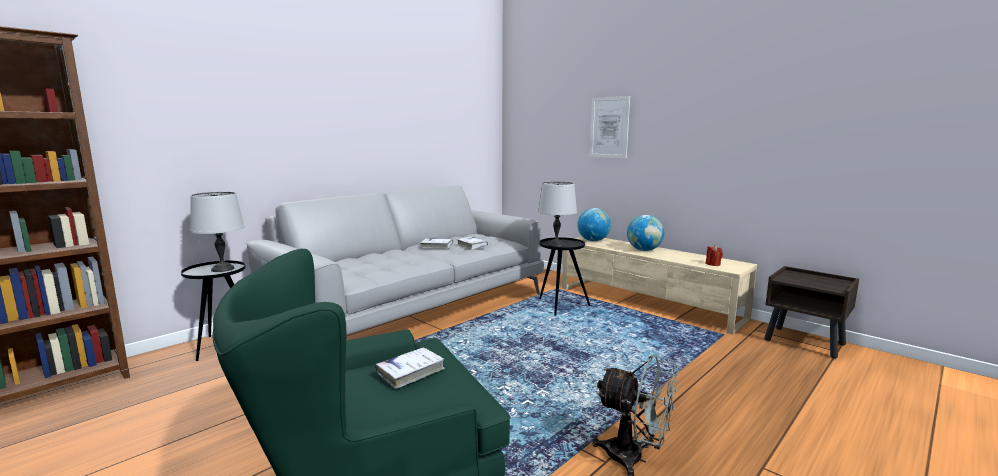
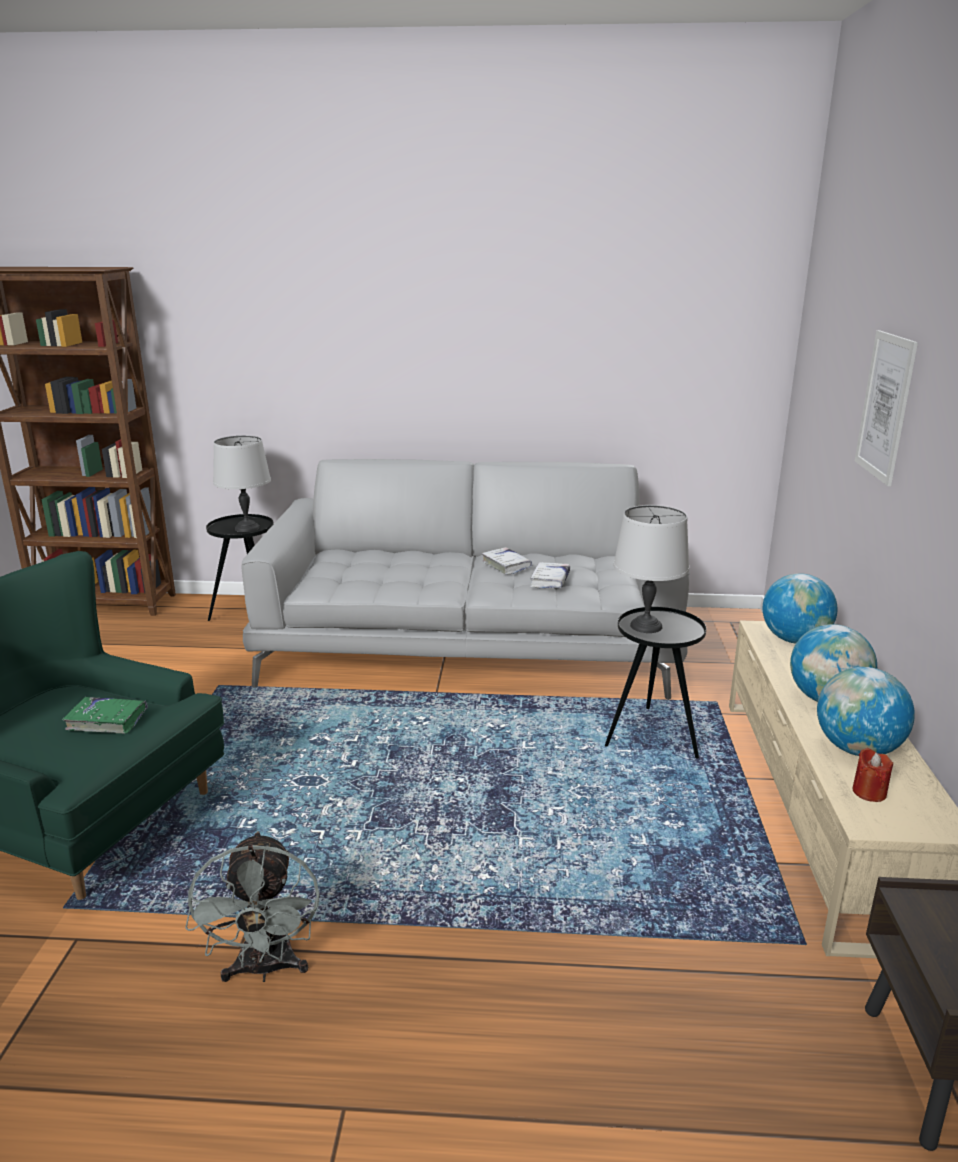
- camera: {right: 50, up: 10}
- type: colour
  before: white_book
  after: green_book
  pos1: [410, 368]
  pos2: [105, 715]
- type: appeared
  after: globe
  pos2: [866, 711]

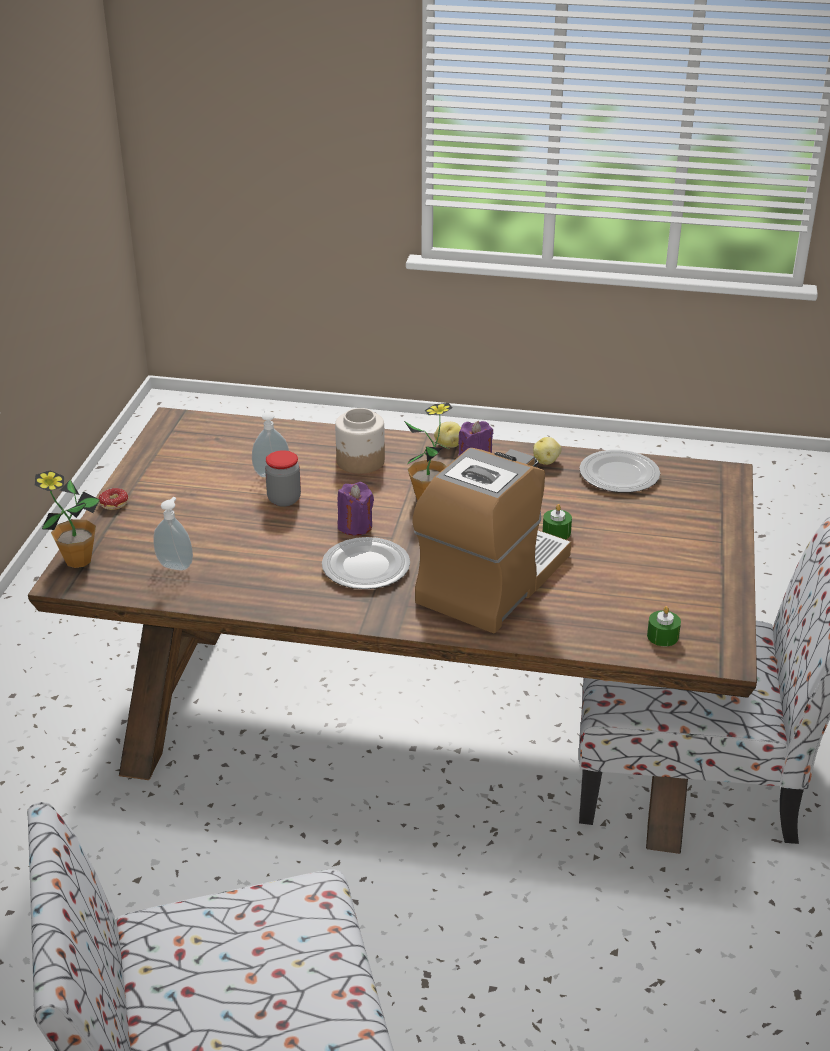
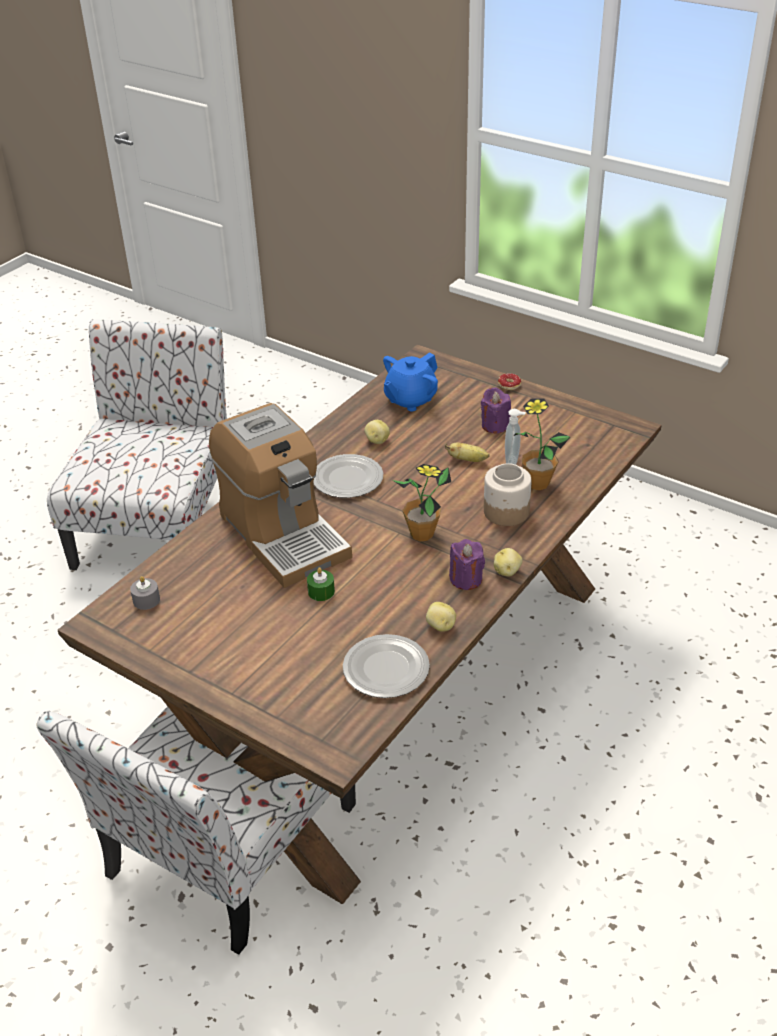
- camera: {right: 115, up: 5}
- type: relocated
  before: potted_plant
  pos1: [67, 519]
  pos2: [541, 444]
- type: exchanged
  before: soap_dispenser
  after: blue_teapot
  pos1: [173, 533]
  pos2: [410, 381]
- type: exchanged
  before: jar
  after: banana
  pos1: [283, 478]
  pos2: [467, 452]
- type: relocated
  before: purple_candle
  pos1: [355, 509]
  pos2: [496, 410]
- type: colour
  before: green_candle
  after: grey_candle
  pos1: [664, 626]
  pos2: [145, 593]
- type: appeared
  after: potato
  pos2: [377, 432]

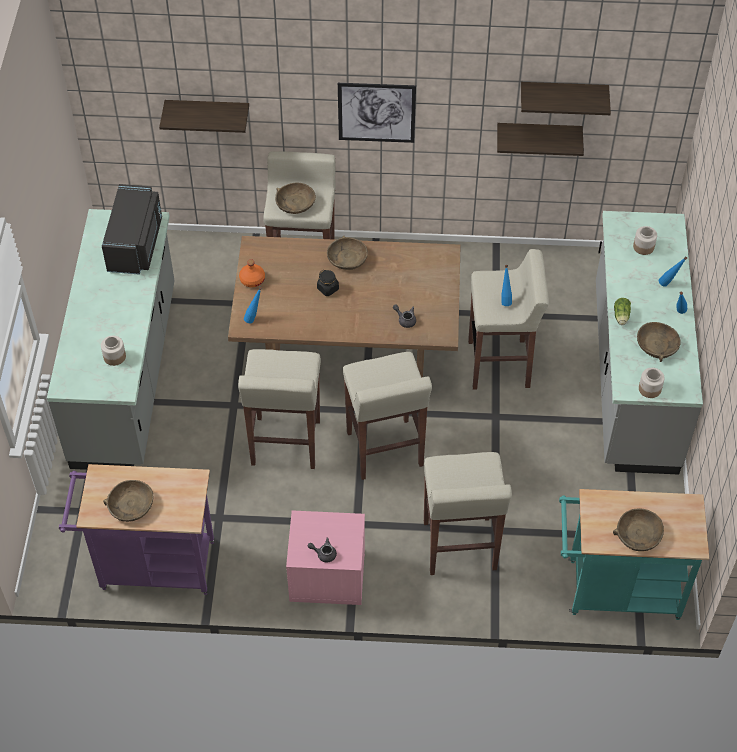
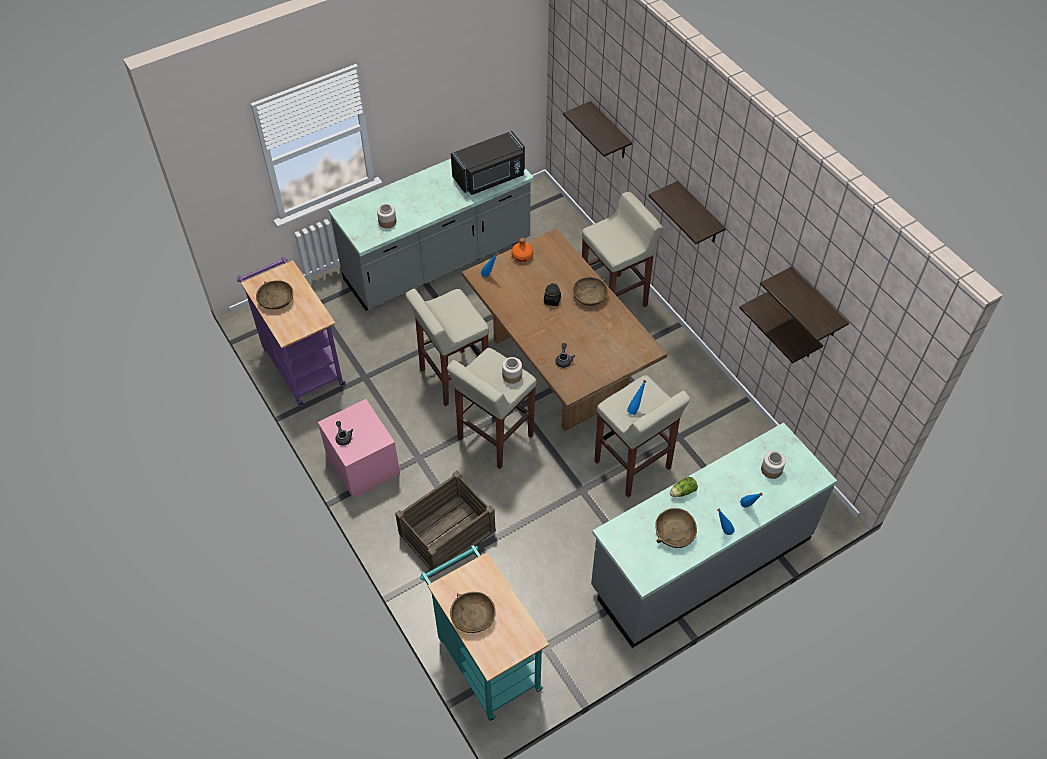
- camera: {right: 55, up: 0}
- type: missing
  before: brown_bowl
  pos1: [295, 198]
- type: exchanged
  before: picture
  after: shelf
  pos1: [377, 113]
  pos2: [687, 212]
- type: exchanged
  before: beige_stool
  after: crate
  pos1: [468, 513]
  pos2: [445, 522]
- type: relocated
  before: jar
  pos1: [652, 383]
  pos2: [512, 370]

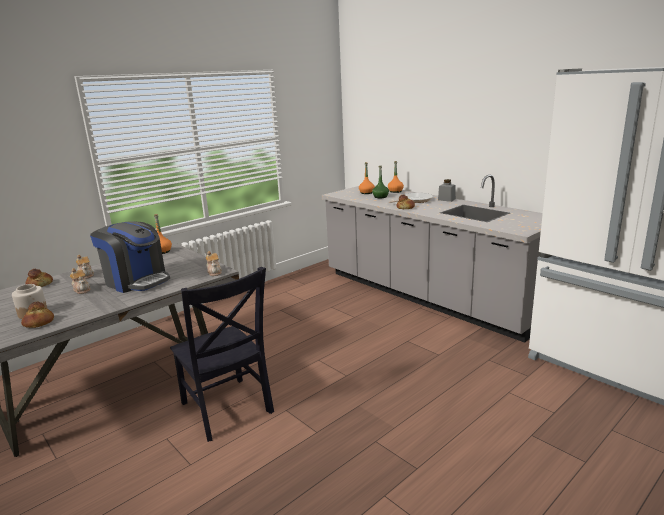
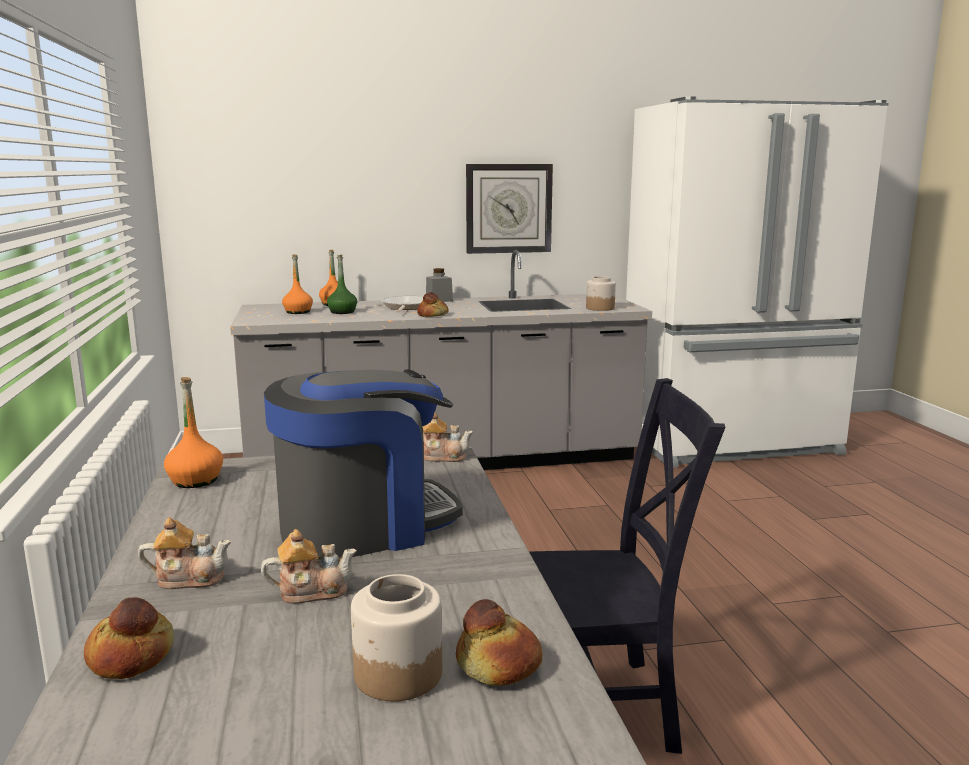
- camera: {right: -60, up: -5}
- type: appeared
  after: wall_clock
  pos2: [509, 209]
- type: appeared
  after: jar
  pos2: [601, 293]

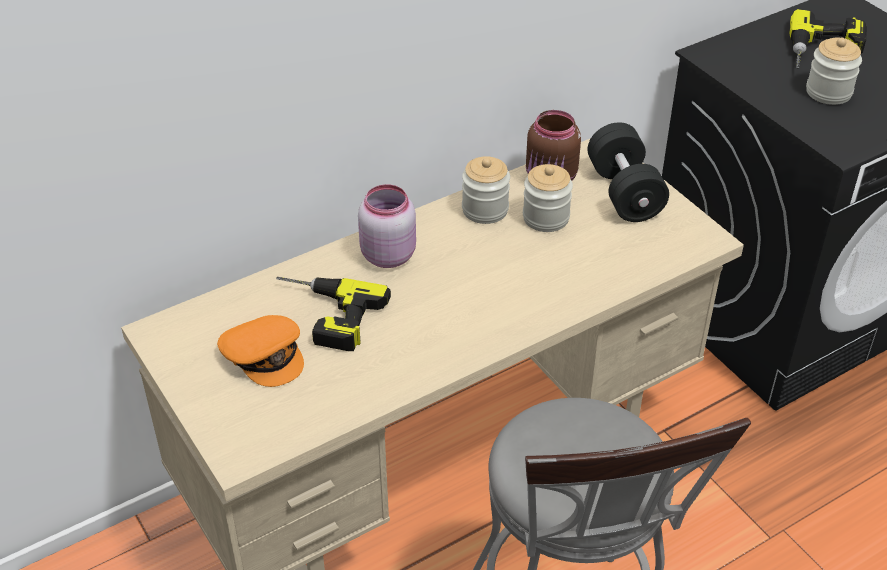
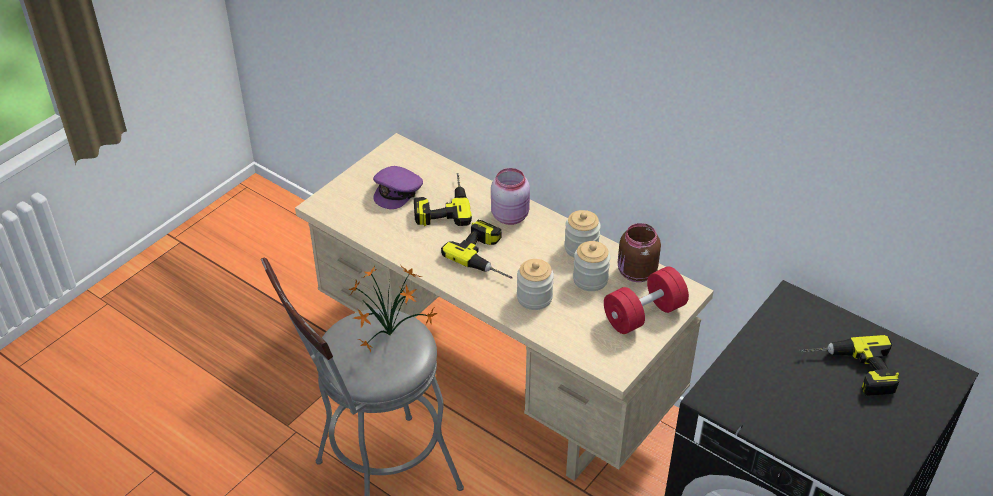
- camera: {right: 70, up: 0}
- type: colour
  before: orange_cap
  after: purple_cap
  pos1: [260, 351]
  pos2: [398, 187]
- type: colour
  before: black_dumbbell
  after: red_dumbbell
  pos1: [628, 172]
  pos2: [646, 300]
- type: relocated
  before: jar
  pos1: [834, 71]
  pos2: [535, 284]
- type: appeared
  after: potted_plant
  pos2: [393, 308]
- type: appeared
  after: power_drill
  pos2: [476, 249]

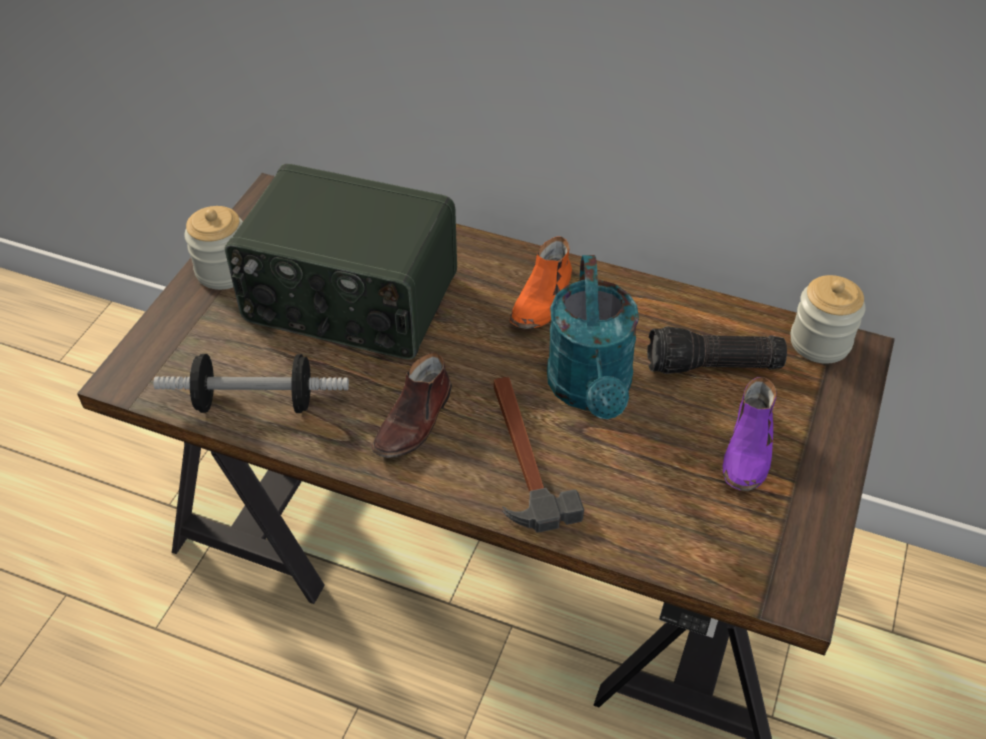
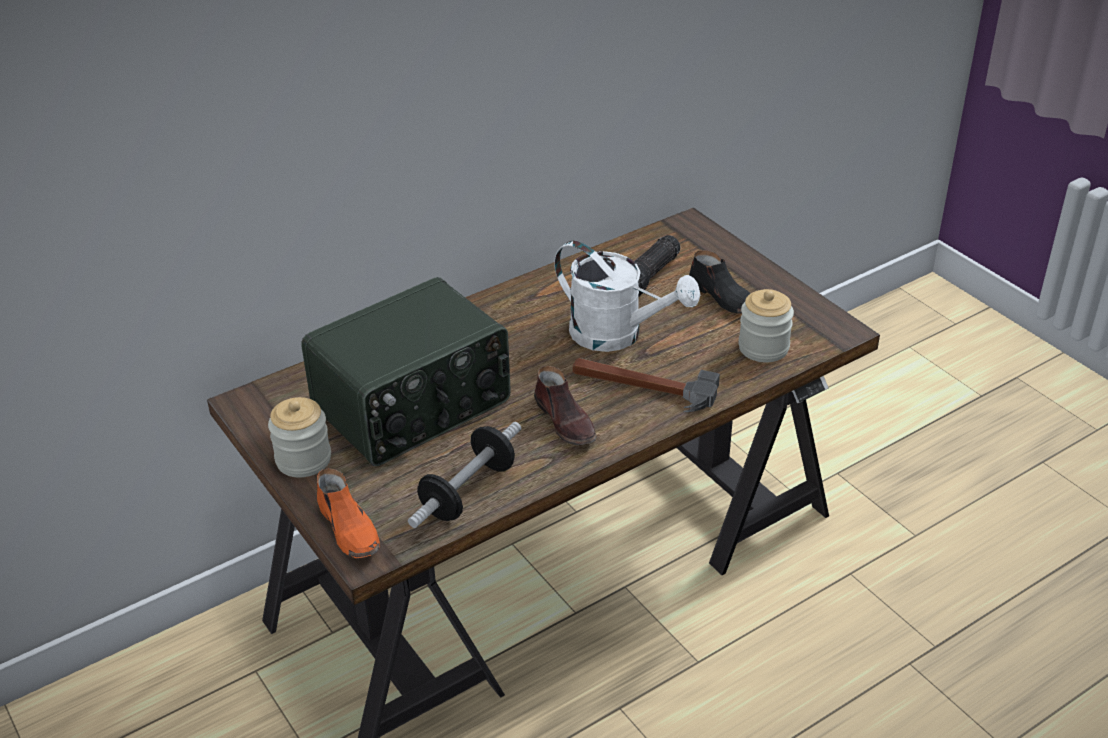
- camera: {right: -55, up: -10}
- type: relocated
  before: orange_shoe
  pos1: [540, 283]
  pos2: [348, 513]
- type: colour
  before: turquoise_watering_can
  after: white_watering_can
  pos1: [593, 337]
  pos2: [627, 296]
- type: colour
  before: purple_shoe
  after: black_shoe
  pos1: [750, 434]
  pos2: [720, 281]
- type: relocated
  before: jar
  pos1: [828, 319]
  pos2: [766, 325]

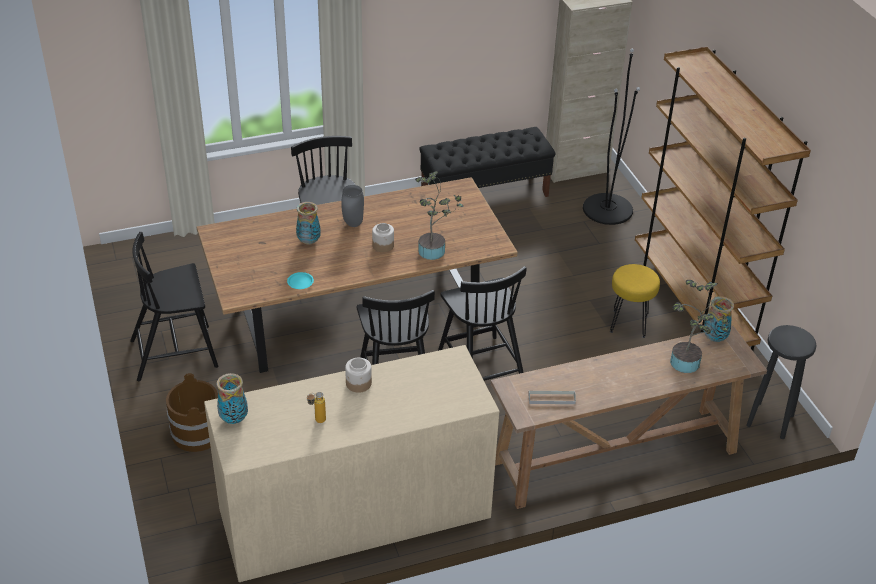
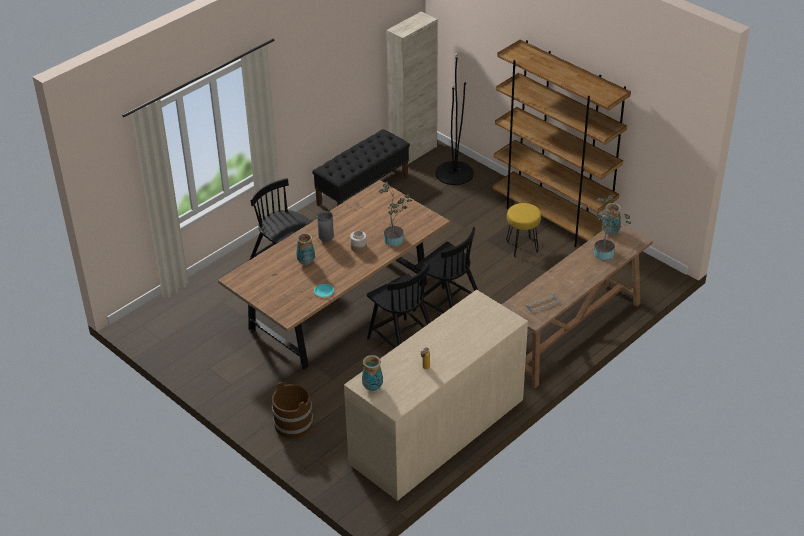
- camera: {right: -25, up: 0}
- type: missing
  before: black_chair
  pos1: [174, 306]
- type: missing
  before: jar
  pos1: [358, 375]
- type: missing
  before: black_stool
  pos1: [781, 382]

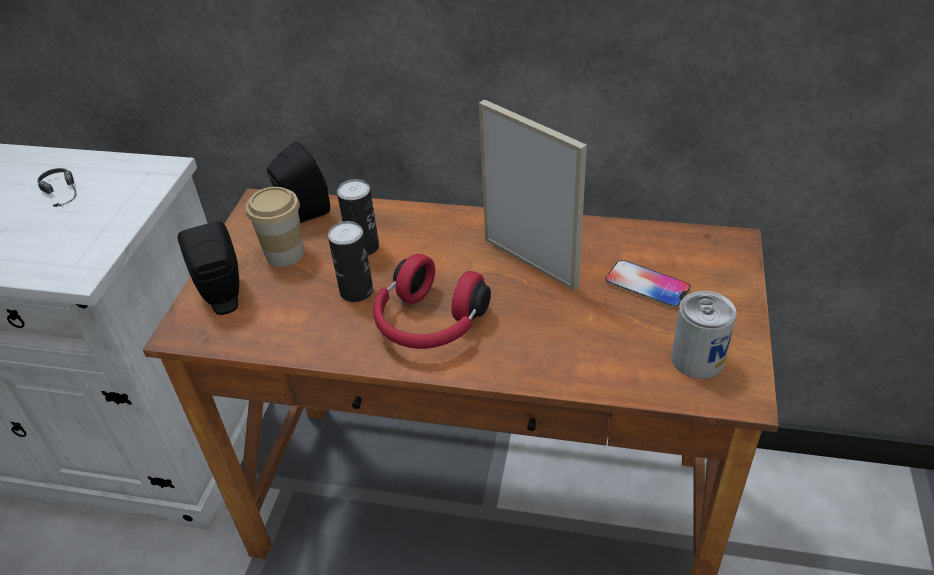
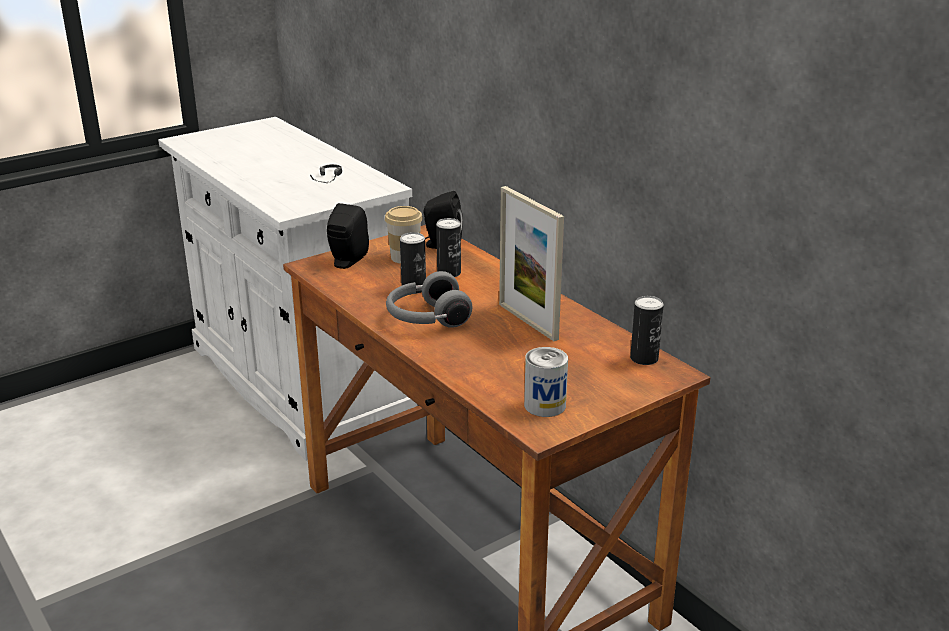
- camera: {right: 40, up: -15}
- type: colour
  before: red_headphones
  after: grey_headphones
  pos1: [432, 301]
  pos2: [429, 299]
- type: spun
  before: picture_frame
  pos1: [533, 195]
  pos2: [531, 263]
  turn: 150
- type: missing
  before: phone
  pos1: [647, 284]
- type: appeared
  after: can
  pos2: [647, 330]

